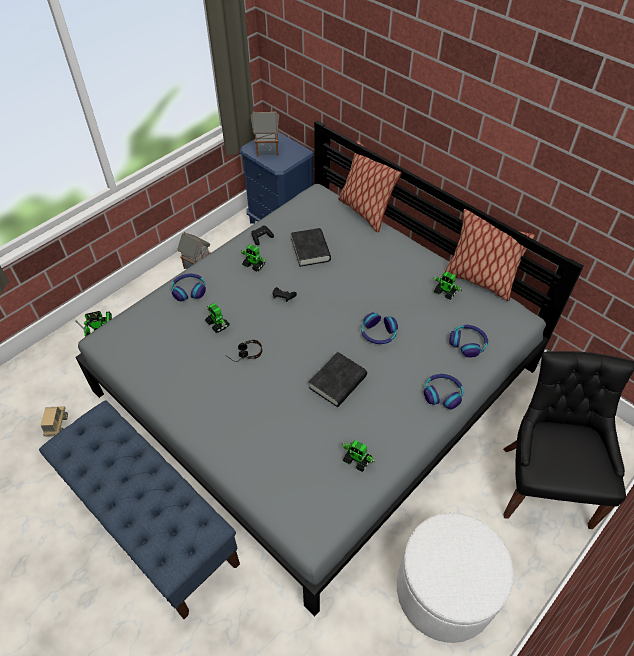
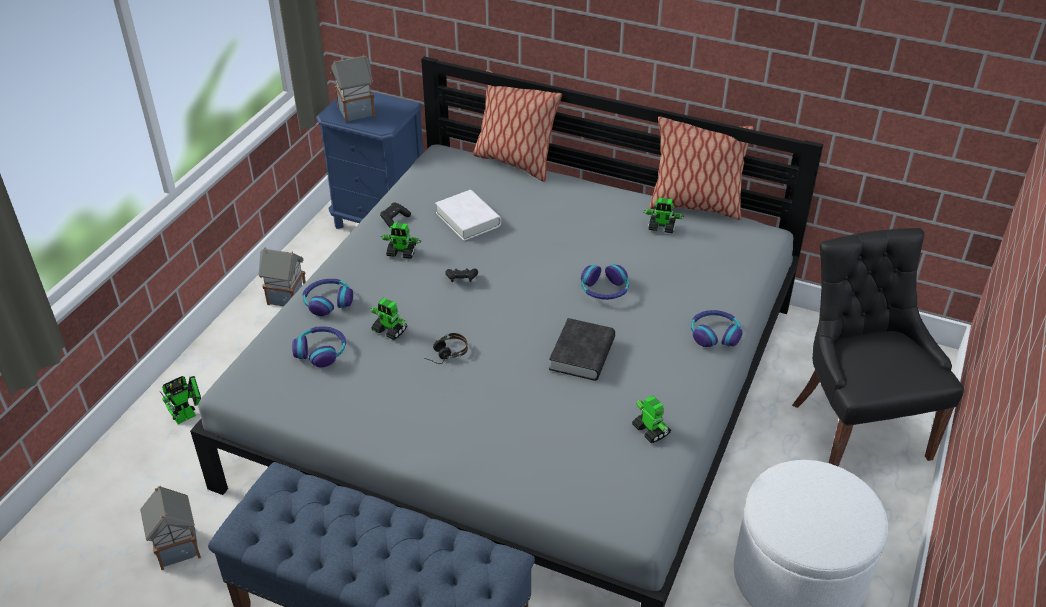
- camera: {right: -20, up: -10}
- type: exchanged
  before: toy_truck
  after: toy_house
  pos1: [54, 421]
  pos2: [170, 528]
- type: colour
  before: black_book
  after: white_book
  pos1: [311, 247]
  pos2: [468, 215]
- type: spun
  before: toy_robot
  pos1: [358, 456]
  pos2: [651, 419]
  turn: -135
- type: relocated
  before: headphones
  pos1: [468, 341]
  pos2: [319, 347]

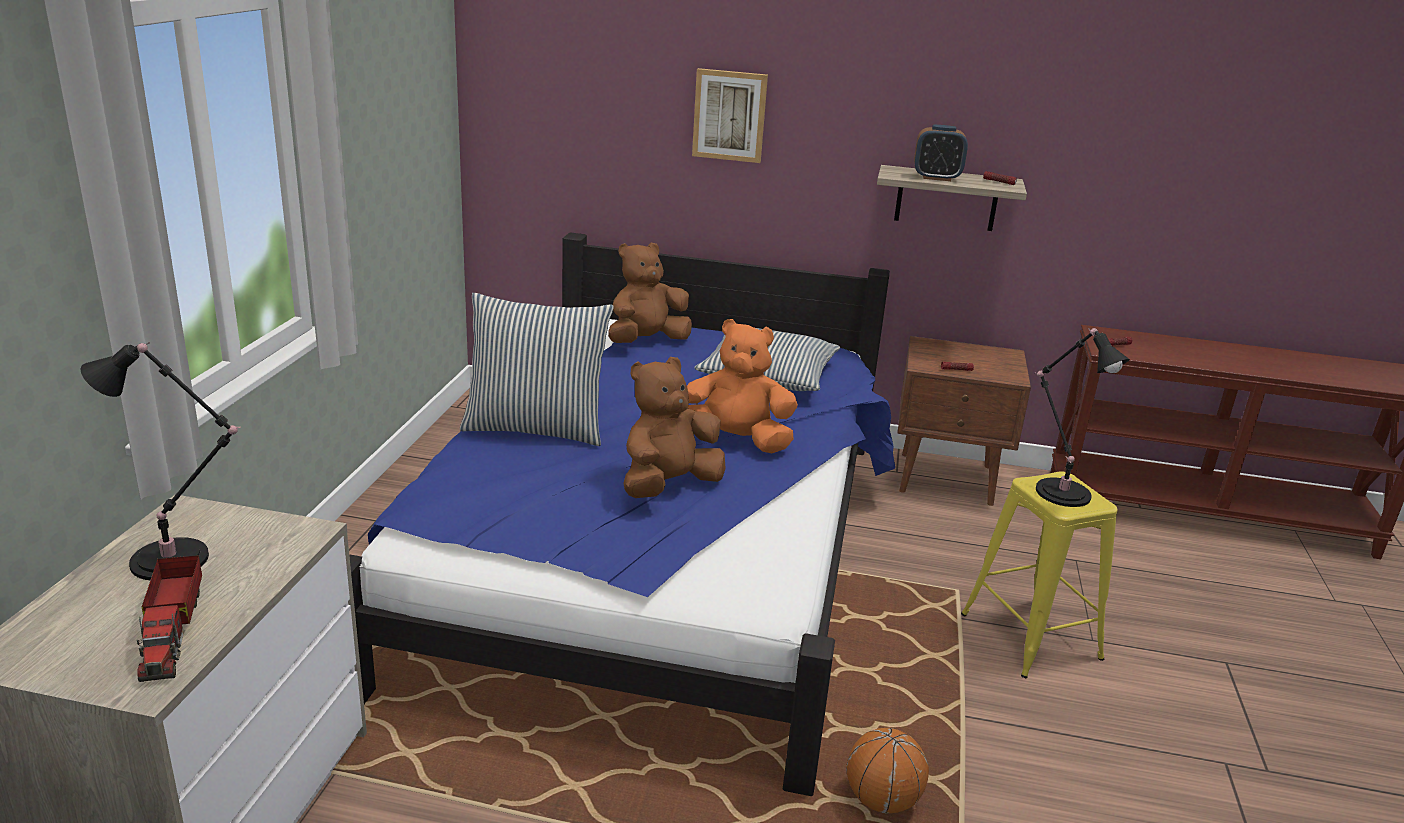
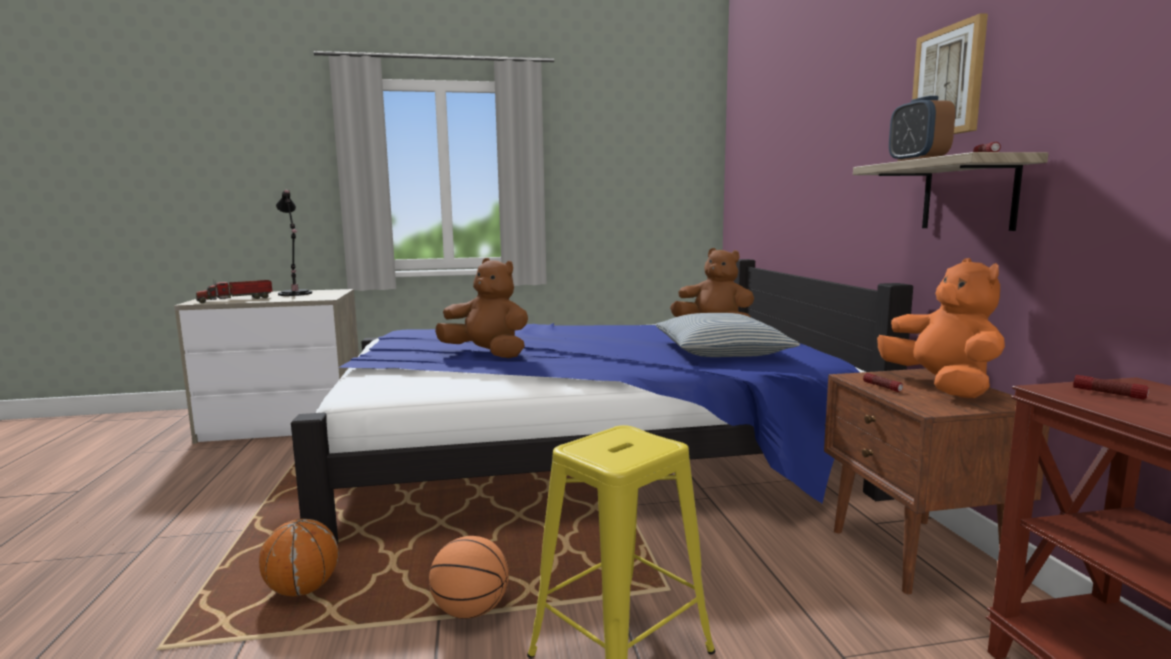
- camera: {right: 70, up: -15}
- type: missing
  before: pillow
  pos1: [537, 369]
- type: relocated
  before: orange_plush_toy
  pos1: [742, 386]
  pos2: [941, 328]
- type: relocated
  before: picture
  pos1: [730, 115]
  pos2: [950, 73]
- type: missing
  before: black_table_lamp
  pos1: [1082, 417]
- type: appeared
  after: basketball
  pos2: [469, 577]

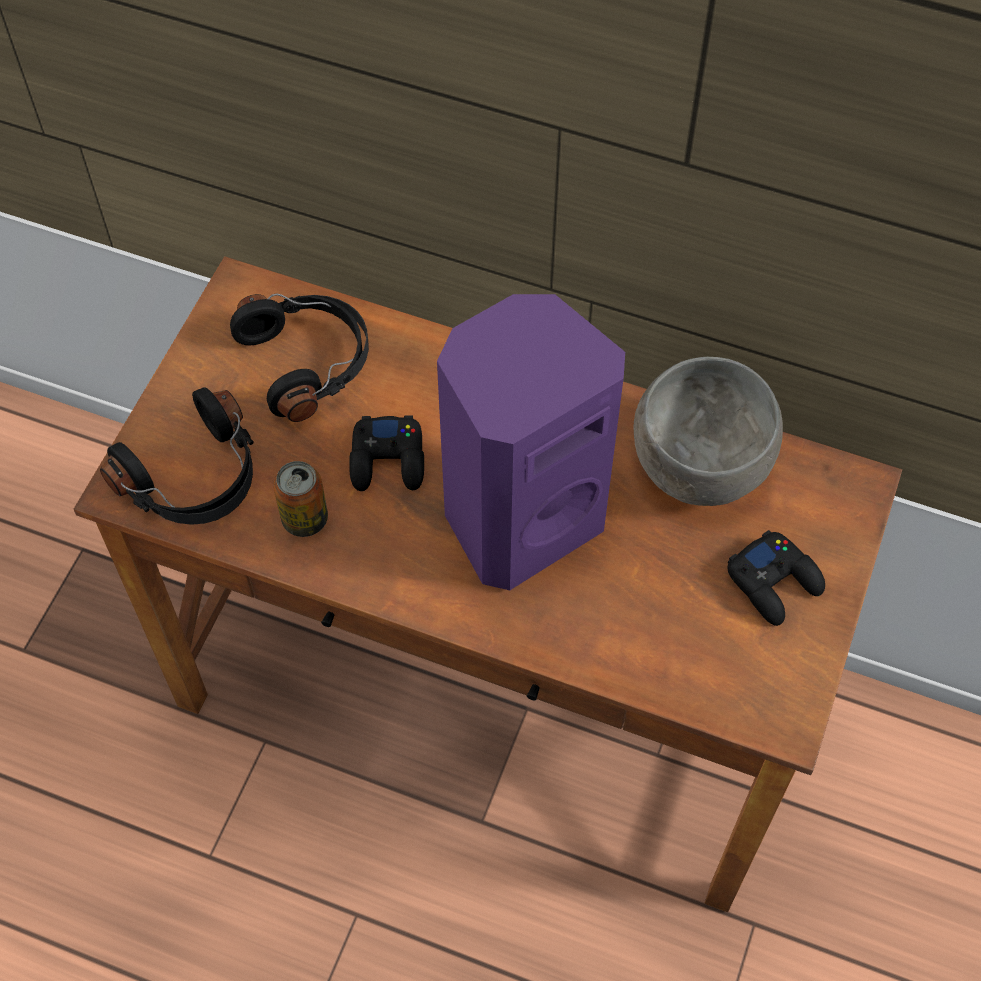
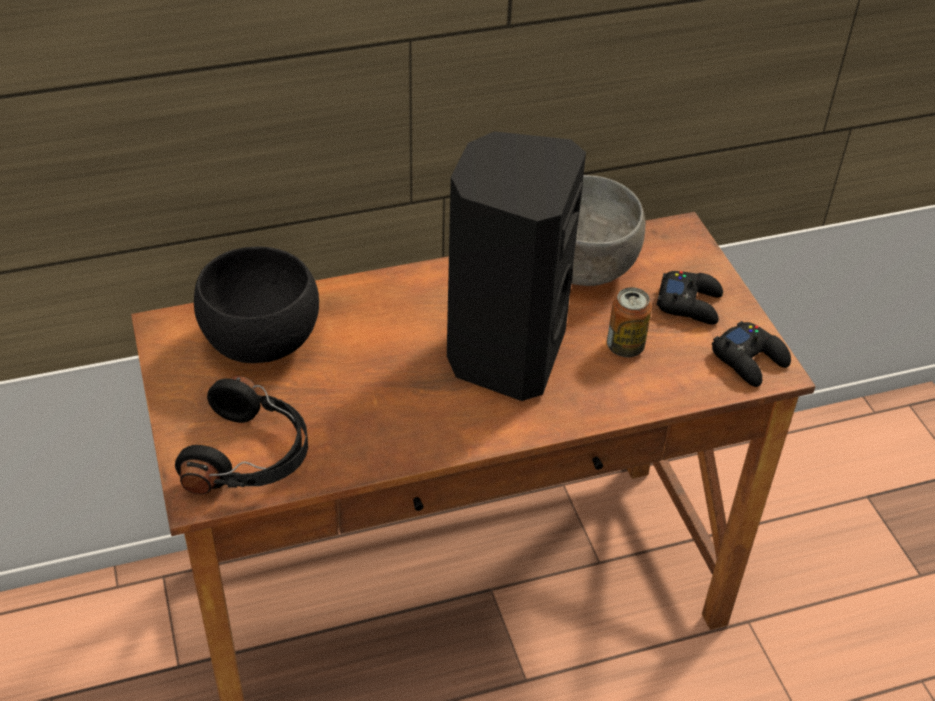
- camera: {right: -40, up: -15}
- type: exchanged
  before: black_headphones
  after: black_bowl
  pos1: [299, 358]
  pos2: [256, 305]
- type: relocated
  before: can
  pos1: [300, 499]
  pos2: [629, 322]
- type: relocated
  before: black_game_controller
  pos1: [386, 453]
  pos2: [751, 354]
- type: colour
  before: purple_speaker
  after: black_speaker
  pos1: [531, 442]
  pos2: [516, 266]

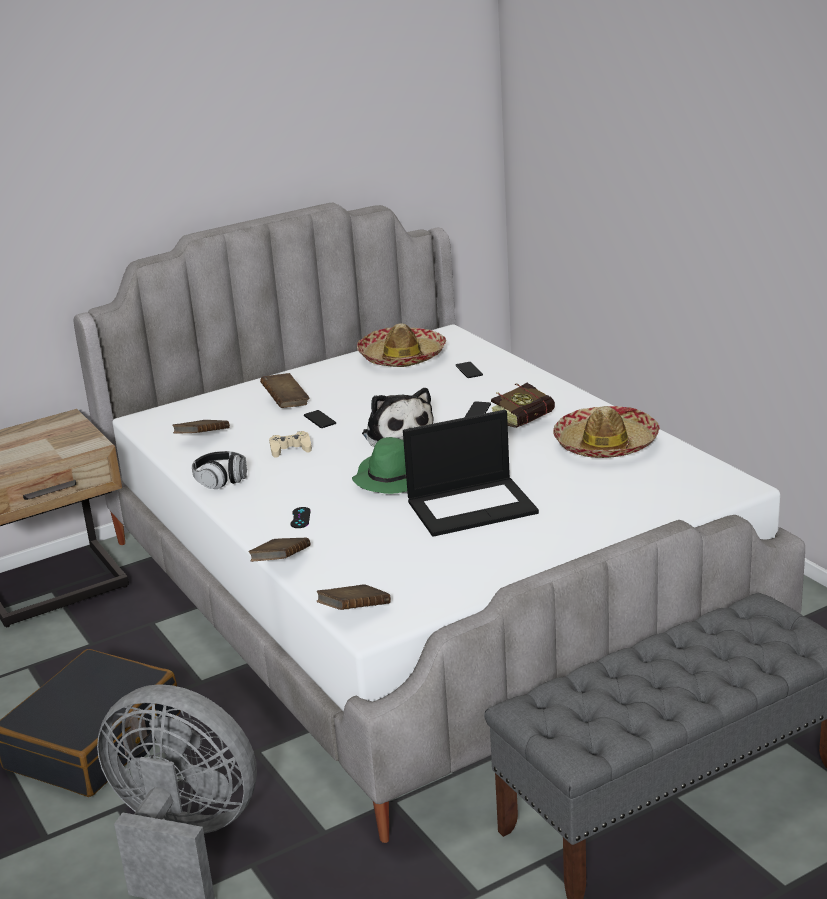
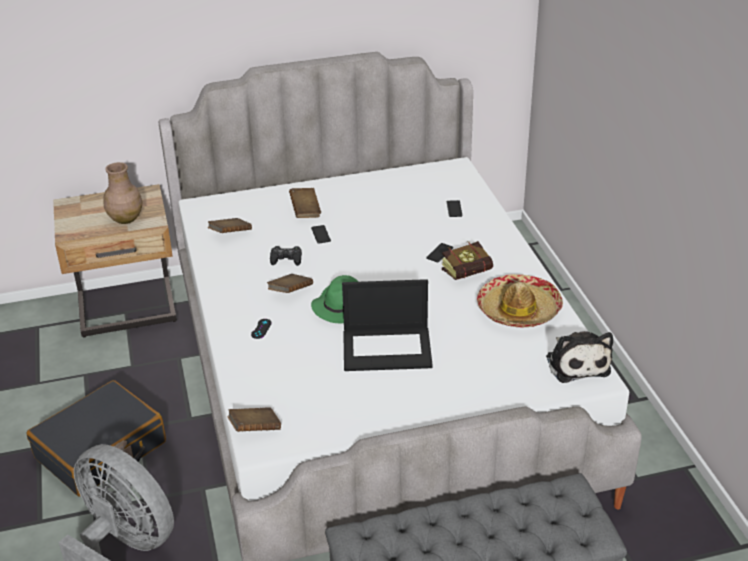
- camera: {right: 15, up: 10}
- type: missing
  before: headphones
  pos1: [219, 470]
- type: relocated
  before: brown_book
  pos1: [279, 550]
  pos2: [290, 283]
- type: colour
  before: beige_game_controller
  after: black_game_controller
  pos1: [290, 444]
  pos2: [286, 256]
- type: missing
  before: hat
  pos1: [401, 345]
- type: relocated
  before: plush_toy
  pos1: [398, 417]
  pos2: [579, 357]
- type: appeared
  after: brown_vase
  pos2: [122, 193]

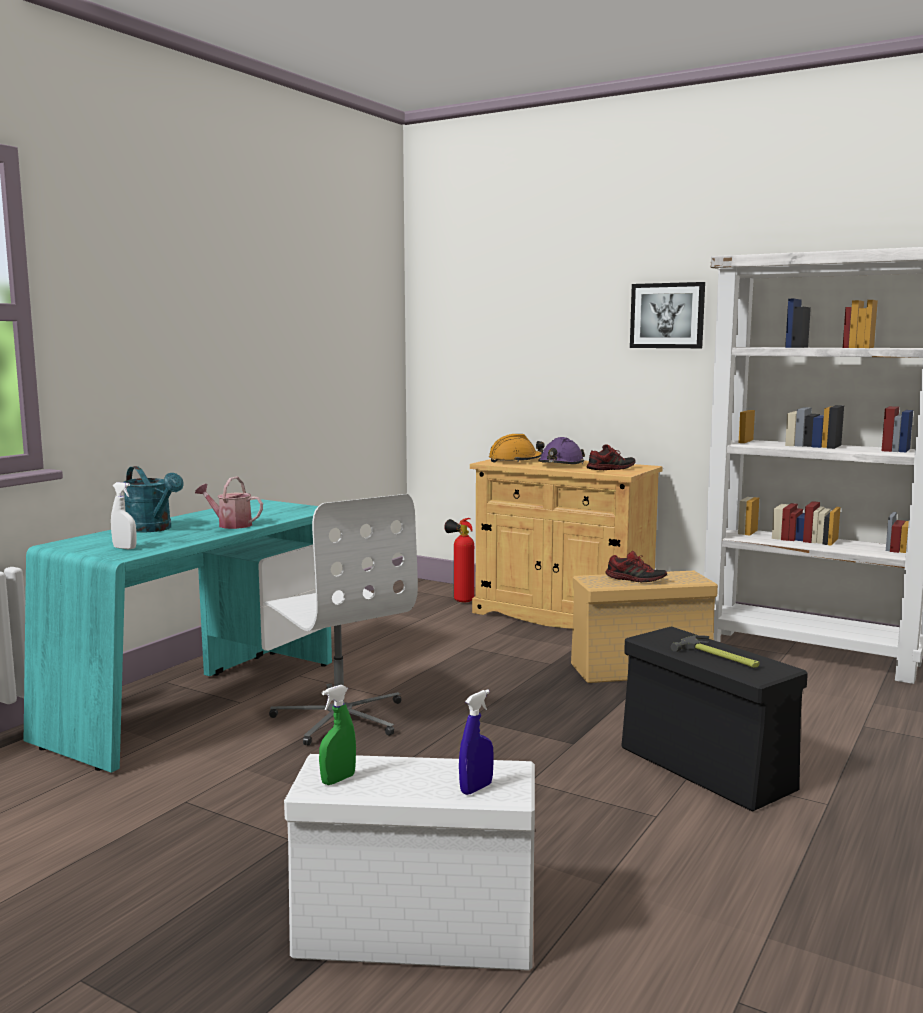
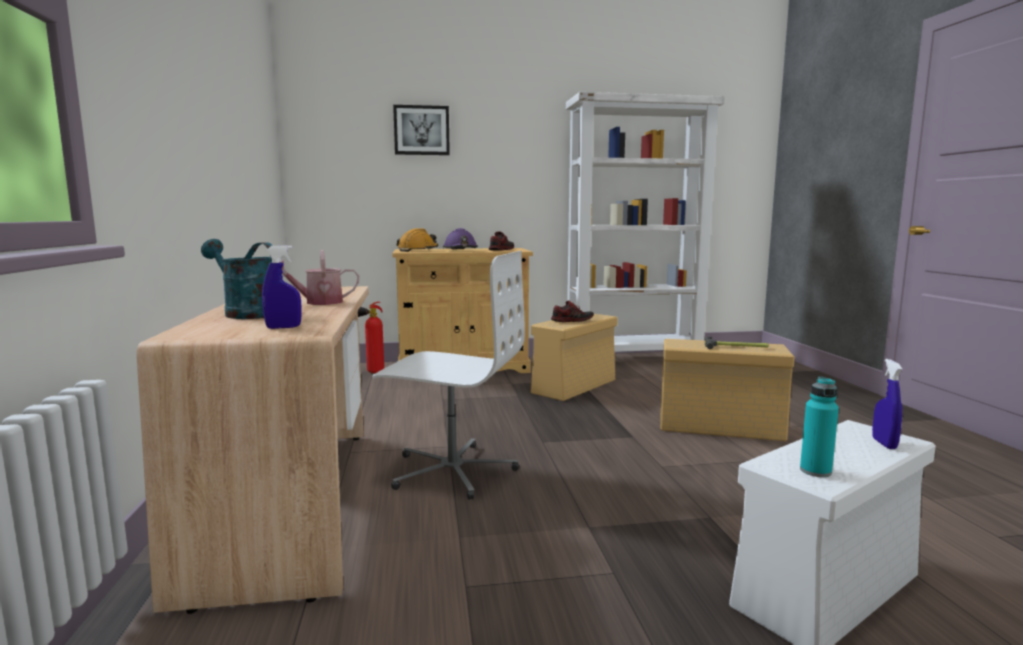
- camera: {right: -40, up: 0}
- type: colour
  before: turquoise_desk
  after: beige_desk
  pos1: [178, 636]
  pos2: [253, 450]
- type: colour
  before: white_spray_bottle
  after: blue_spray_bottle
  pos1: [123, 515]
  pos2: [282, 287]
- type: spun
  before: turquoise_watering_can
  pos1: [153, 499]
  pos2: [237, 279]
  turn: -150
- type: exchanged
  before: green_spray_bottle
  after: turquoise_bottle
  pos1: [337, 735]
  pos2: [819, 427]
- type: colour
  before: black_storage_box
  after: beige_storage_box
  pos1: [714, 719]
  pos2: [727, 390]
- type: relocated
  before: picture
  pos1: [667, 315]
  pos2: [421, 130]

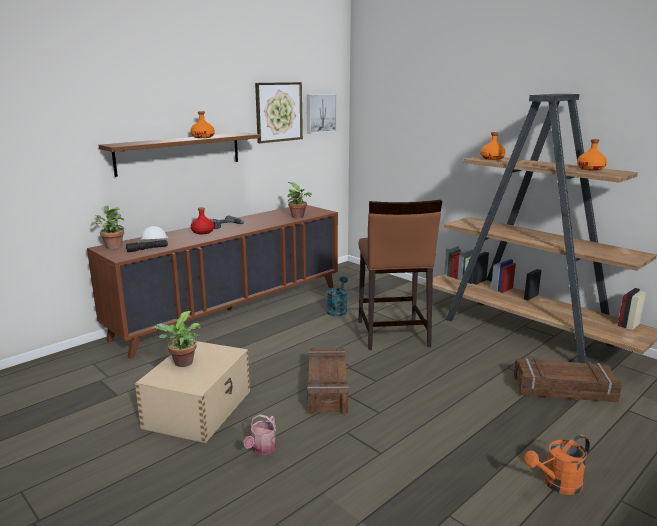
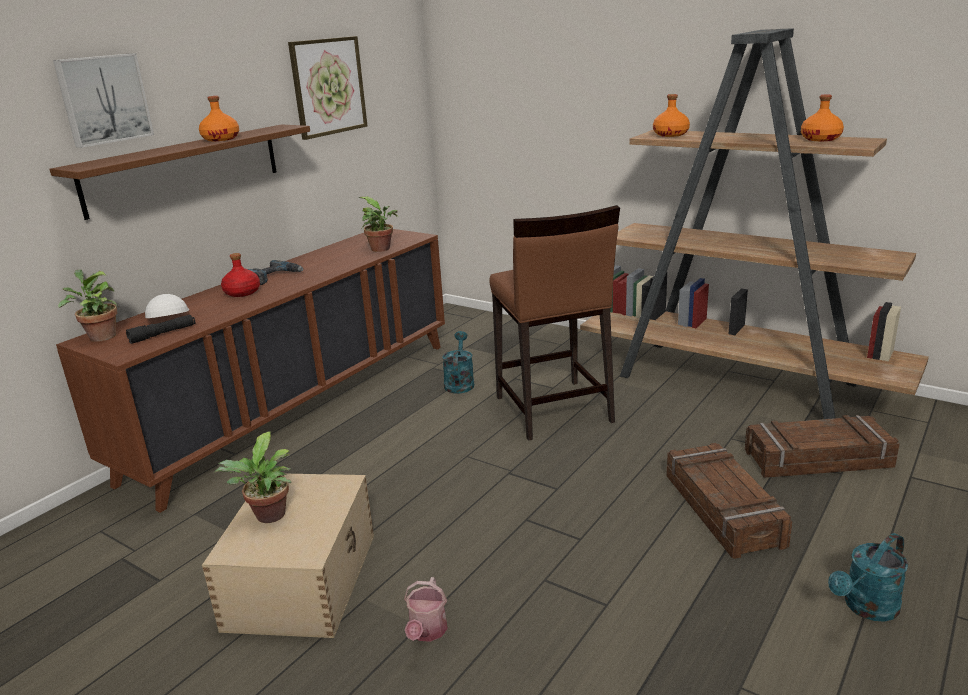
- camera: {right: -10, up: 5}
- type: relocated
  before: picture
  pos1: [322, 114]
  pos2: [103, 100]
- type: relocated
  before: crate
  pos1: [328, 381]
  pos2: [729, 501]
- type: colour
  before: orange_watering_can
  after: turquoise_watering_can
  pos1: [557, 465]
  pos2: [868, 577]

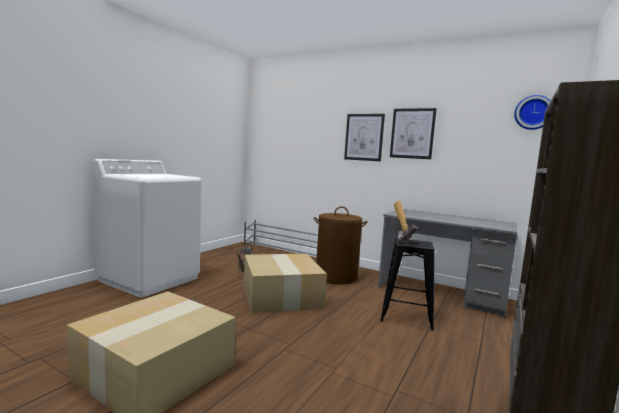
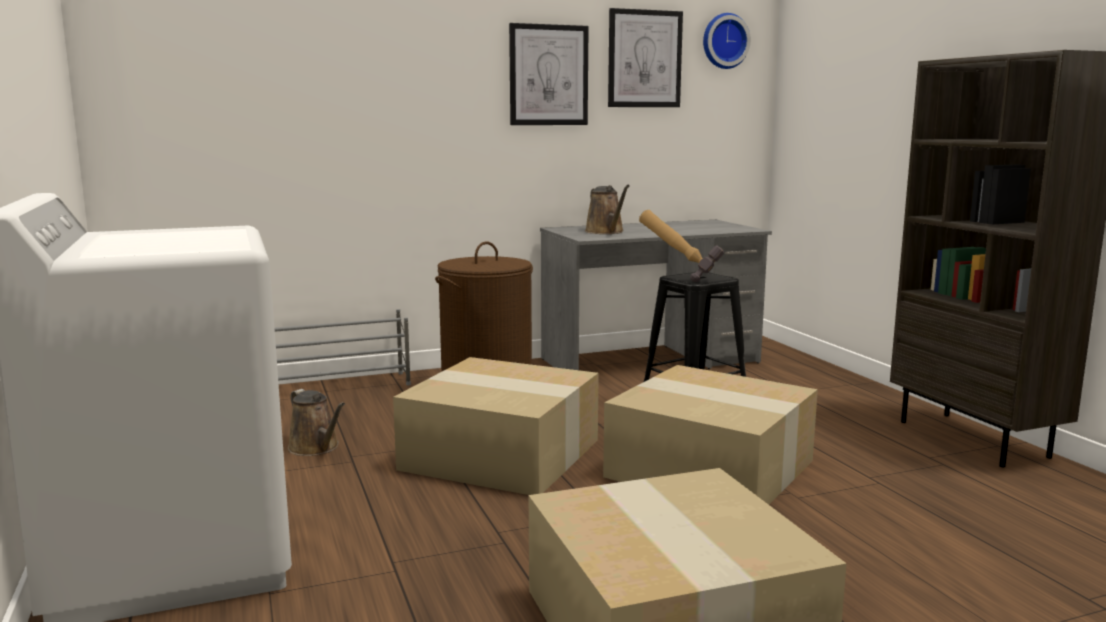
- camera: {right: -50, up: 5}
- type: relocated
  before: picture
  pos1: [364, 137]
  pos2: [645, 57]
- type: appeared
  after: brown_watering_can
  pos2: [607, 209]
- type: appeared
  after: cardboard_box
  pos2: [710, 435]

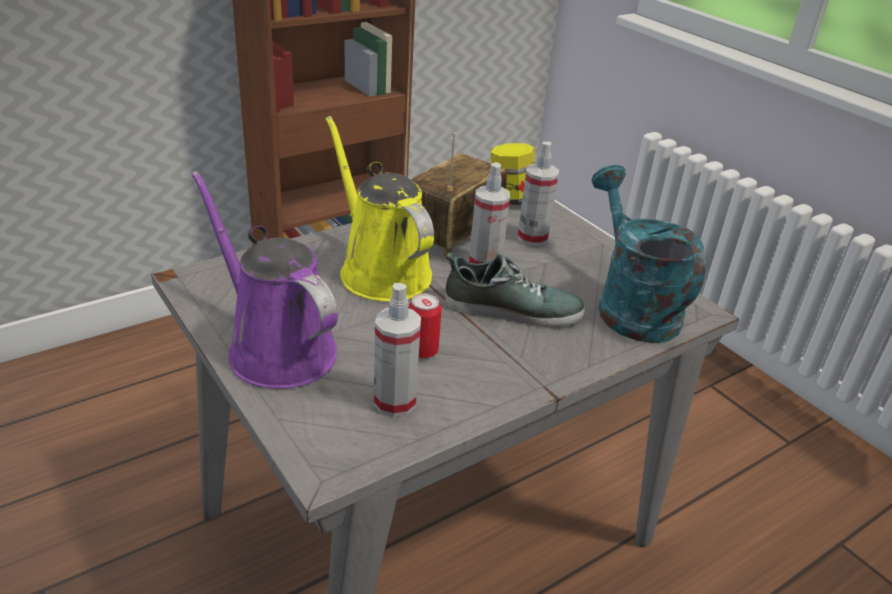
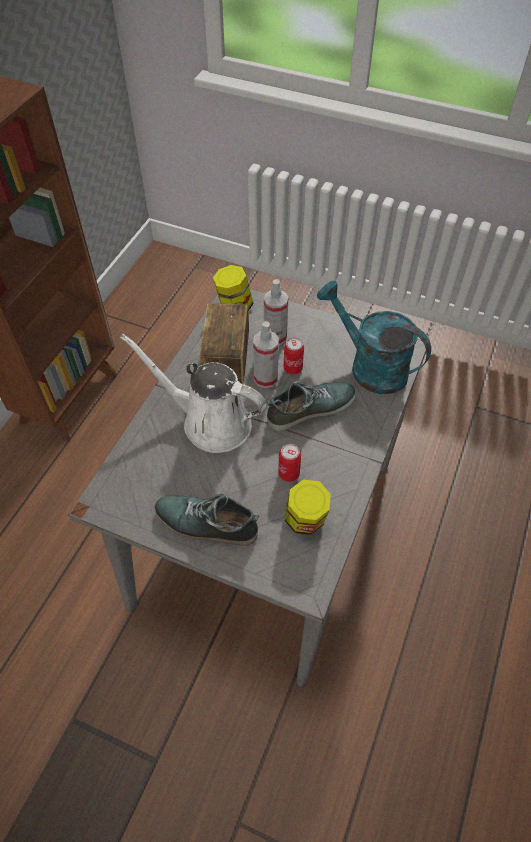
- camera: {right: -30, up: 20}
- type: exchanged
  before: purple_watering_can
  after: shoe
  pos1: [264, 280]
  pos2: [207, 519]
- type: colour
  before: yellow_watering_can
  after: white_watering_can
  pos1: [380, 209]
  pos2: [193, 393]
- type: exchanged
  before: spray_bottle
  after: jar
  pos1: [397, 350]
  pos2: [308, 507]
- type: appeared
  after: can
  pos2: [294, 356]

